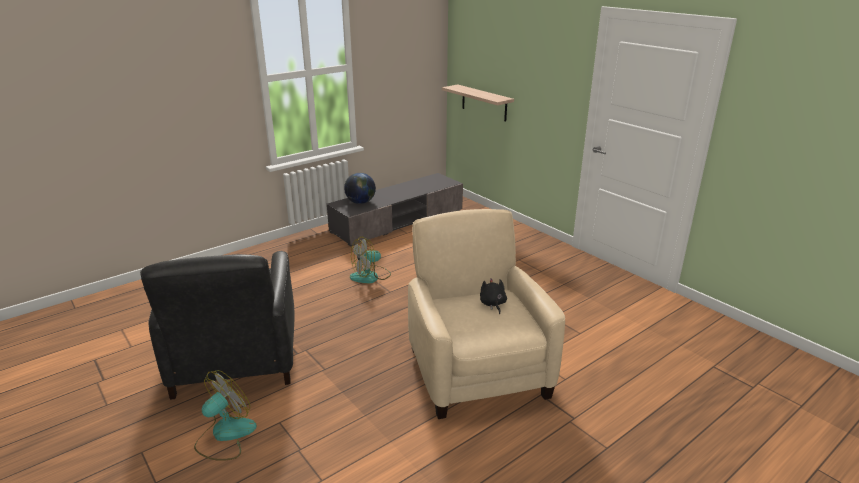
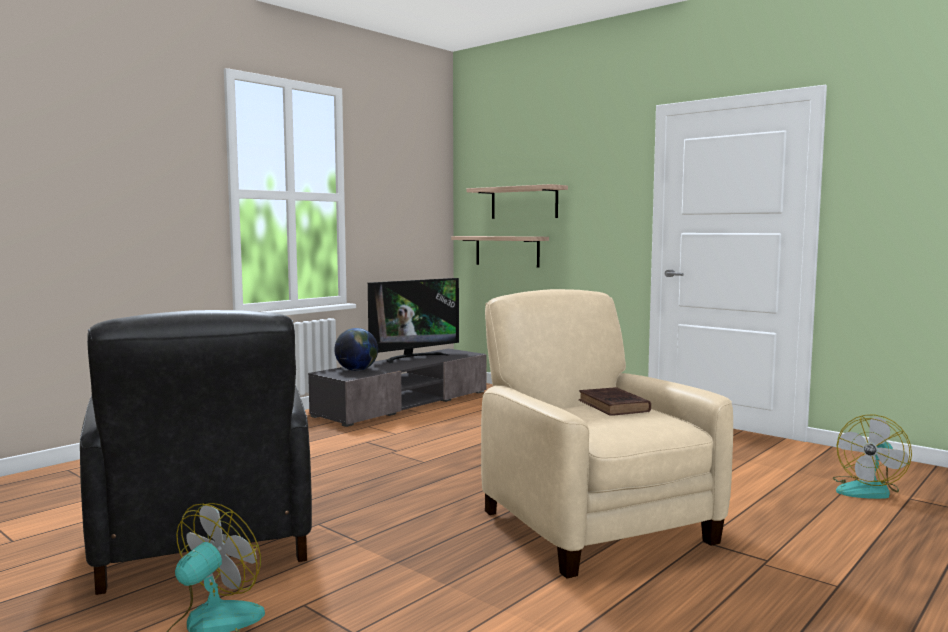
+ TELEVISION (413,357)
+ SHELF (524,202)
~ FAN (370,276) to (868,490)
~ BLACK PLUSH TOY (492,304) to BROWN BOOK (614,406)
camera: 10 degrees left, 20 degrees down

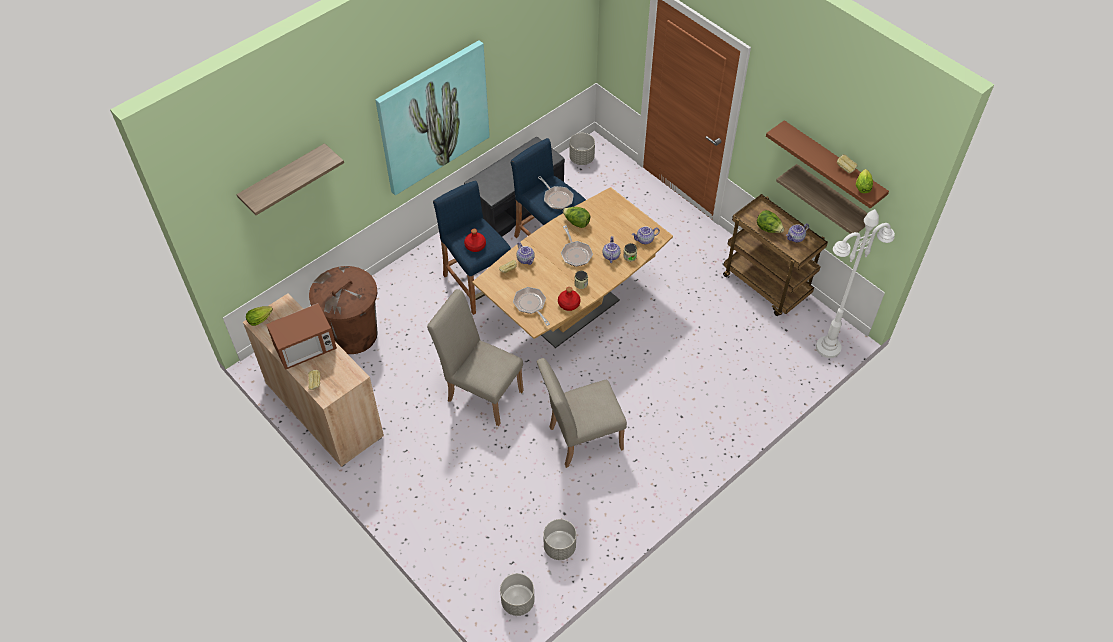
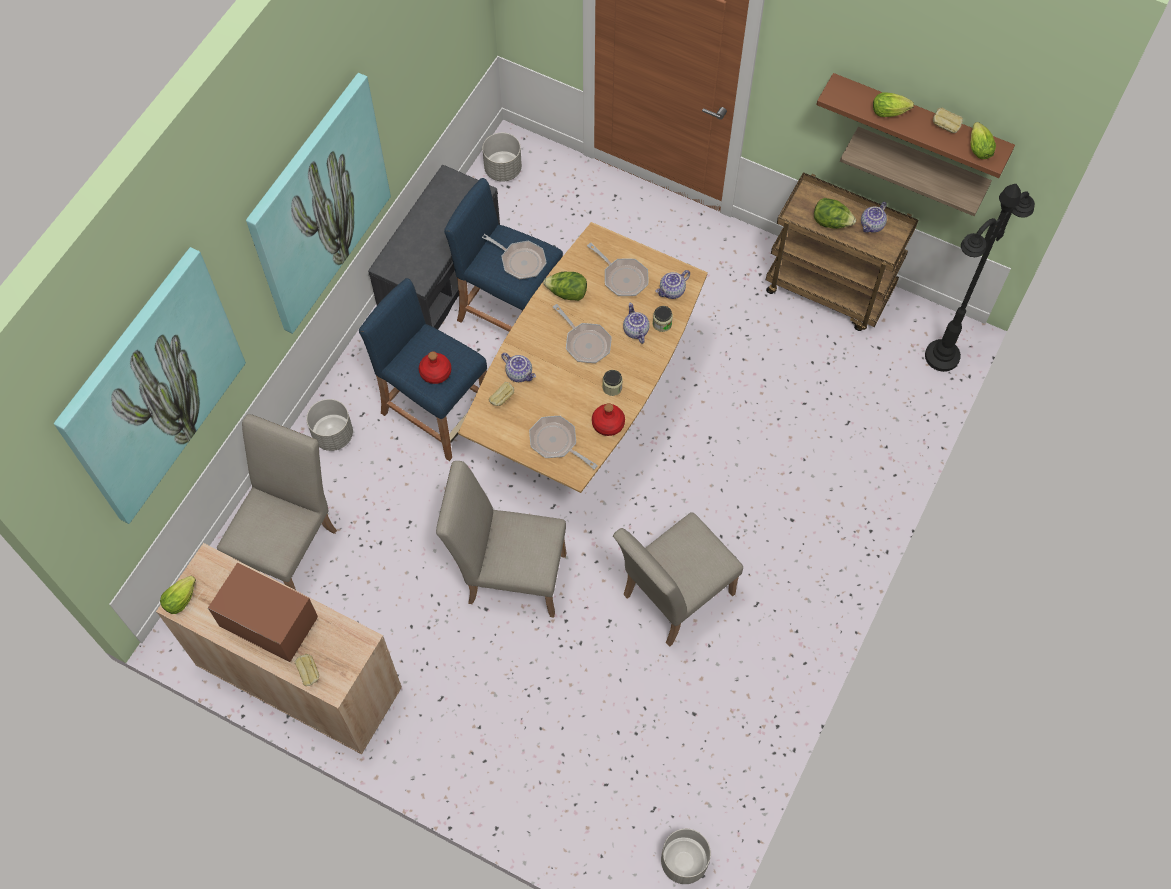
+ FRYING PAN (622,277)
+ LETTUCE (891,112)
~ GREY PLANTER (559,547) to (333,435)
~ SHELF (284,179) to PICTURE (151,387)
~ BROWN TRASH CAN (353,334) to BEIGE CHAIR (291,547)
~ WHITE FLOOR LAMP (828,348) to BLACK FLOOR LAMP (941,357)
~ MICROWAVE (305,349) = (270,623) 105 degrees counterclockwise
camera: 20 degrees left, 10 degrees up

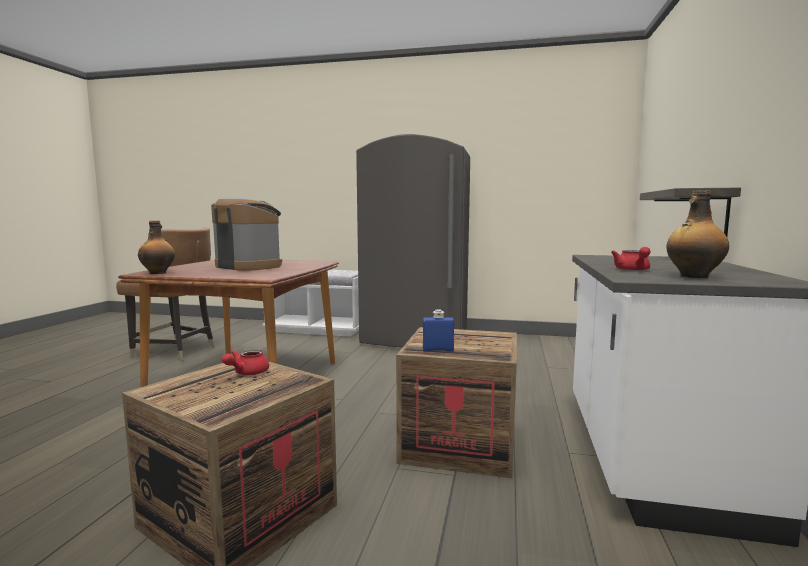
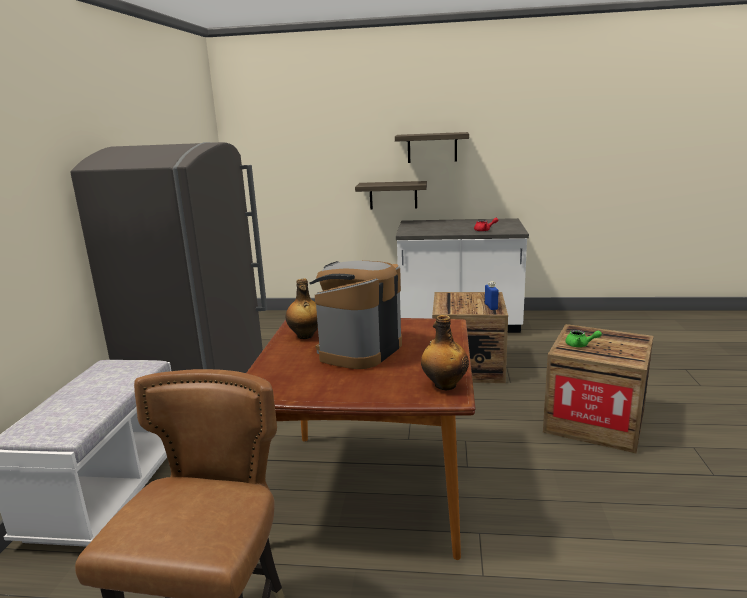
+ SHELF (432,147)
~ BOTTLE (693,276) to (305,336)
~ RED TEAPOT (247,373) to GREEN TEAPOT (580,345)
camera: 95 degrees left, 10 degrees up

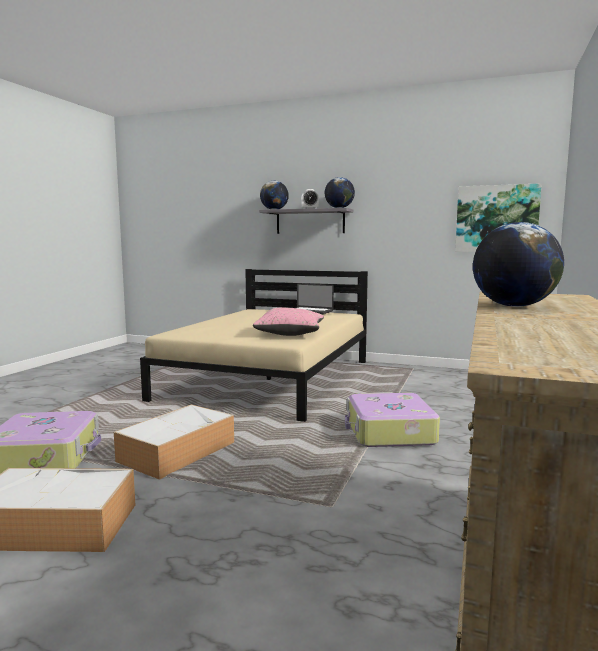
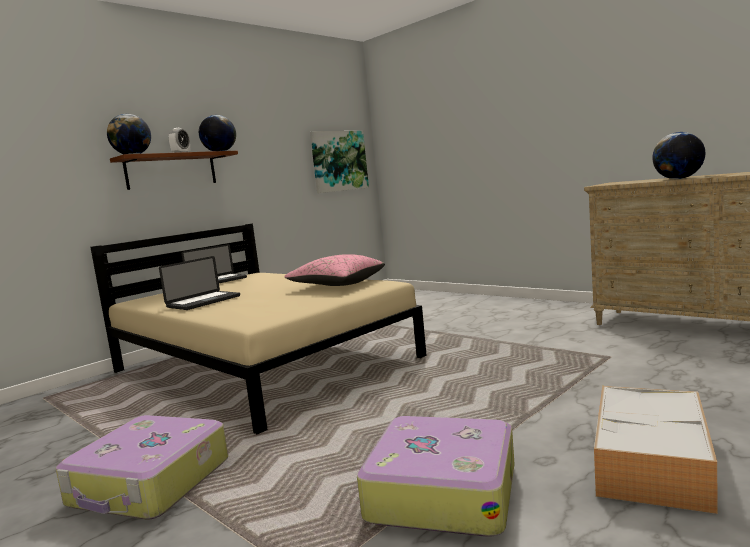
- STORAGE BOX (178,451)
+ LAPTOP (204,302)
~ SUITCASE (389,432) to (150,483)
~ GREY SHELF (310,221) to BROWN SHELF (171,171)
camera: 65 degrees left, 0 degrees up

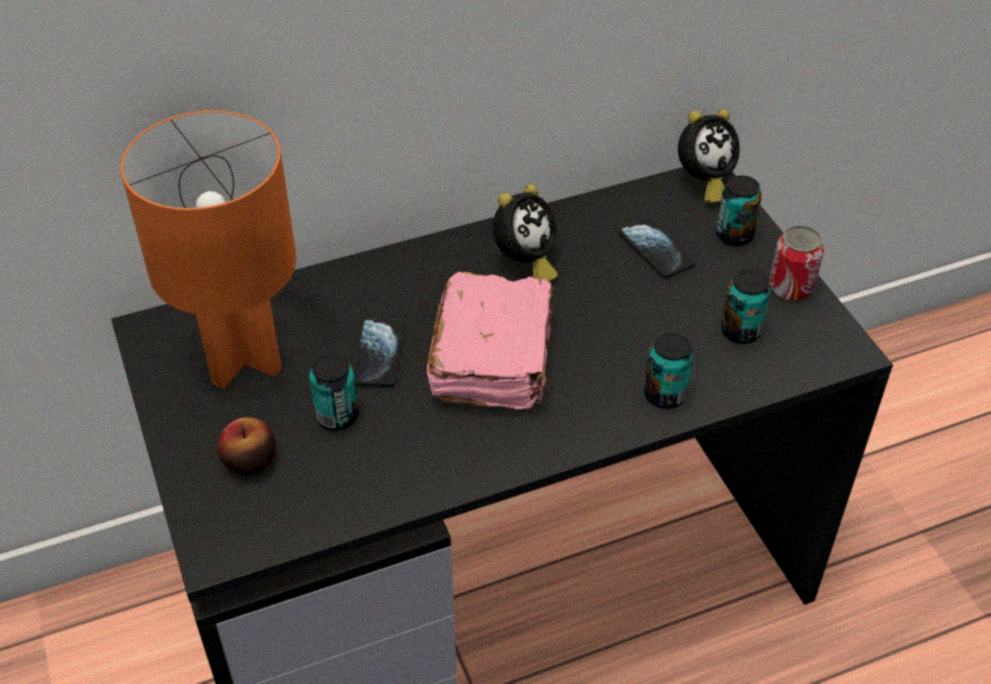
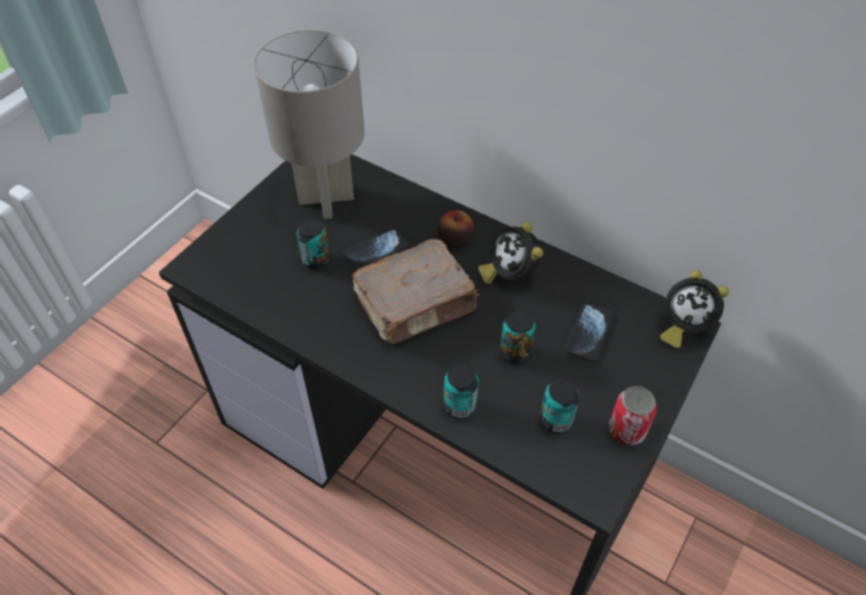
~ APPLE (249,461) to (454,237)
~ CAN (734,235) to (515,353)
~ ORANGE TABLE LAMP (243,359) to GREY TABLE LAMP (325,200)
~ PINK BOOK (494,359) to BROWN BOOK (417,304)
~ ALARM CLOCK (525,263) = (510,275) 60 degrees clockwise
camera: 55 degrees right, 5 degrees up

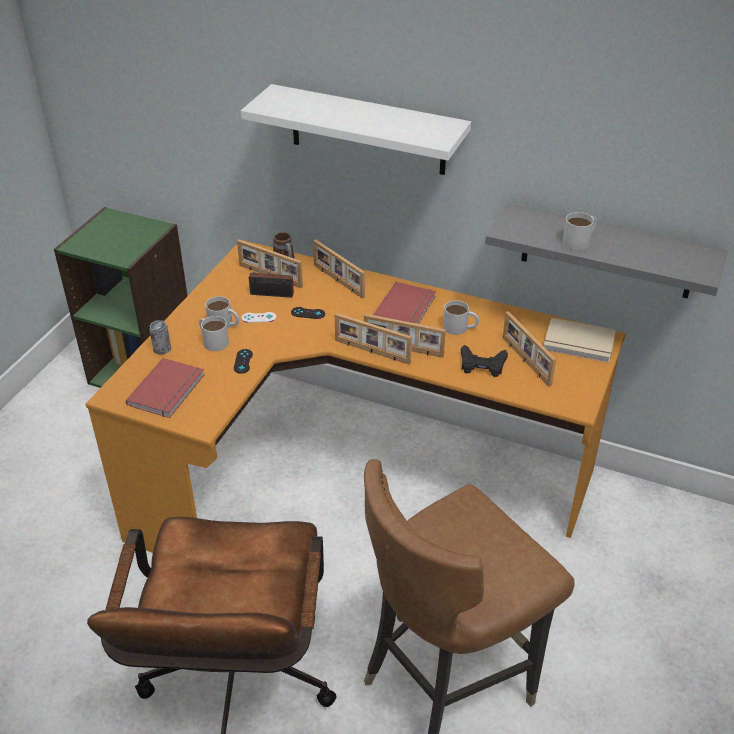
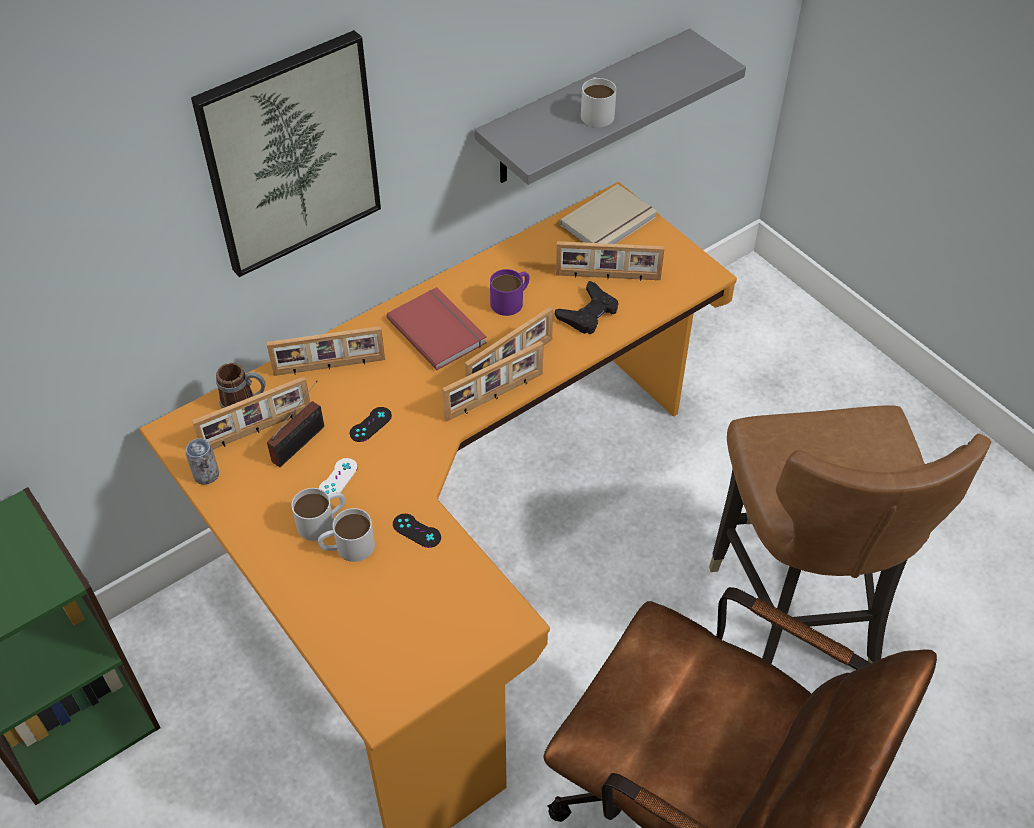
- RED BOOK (168,390)
~ CAN (162,349) to (206,475)
~ WHITE SHELF (368,130) to PICTURE (290,154)
~ WHITE MUG (460,328) to PURPLE MUG (511,300)
camera: 60 degrees left, 10 degrees up

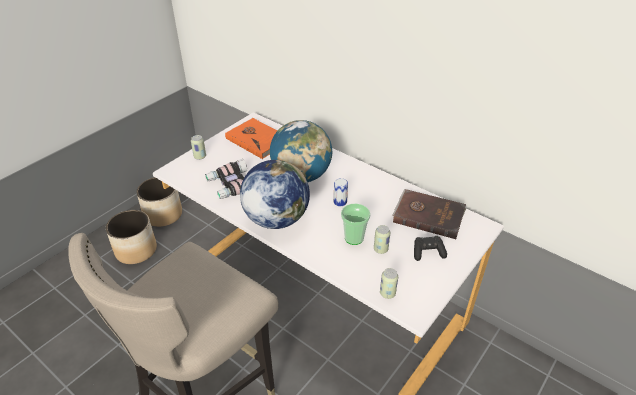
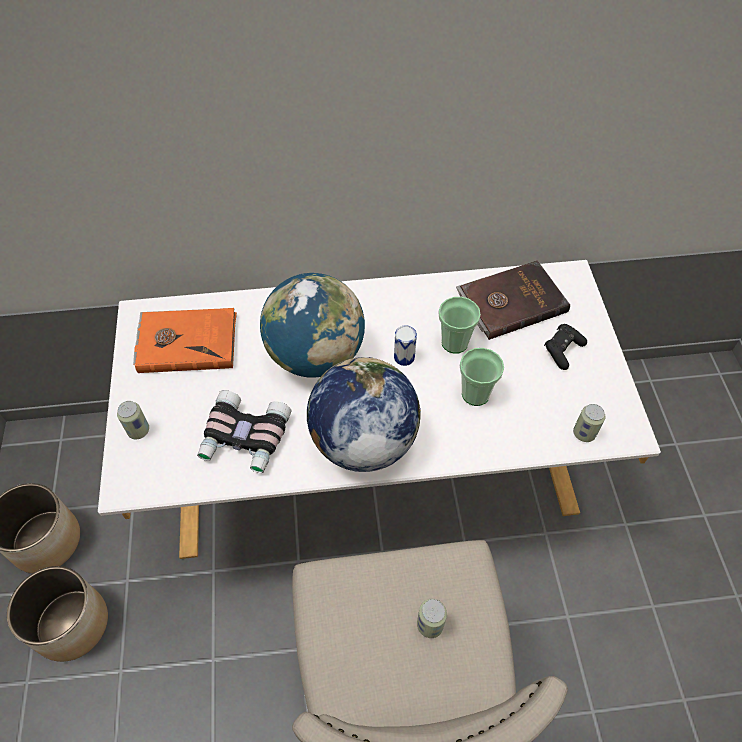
+ CUP (454,342)
~ CAN (380,249) to (429,625)
camera: 45 degrees left, 15 degrees up

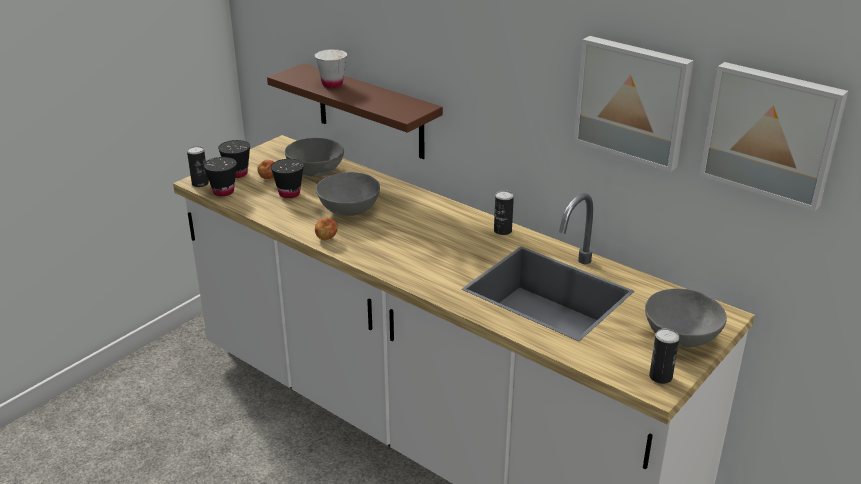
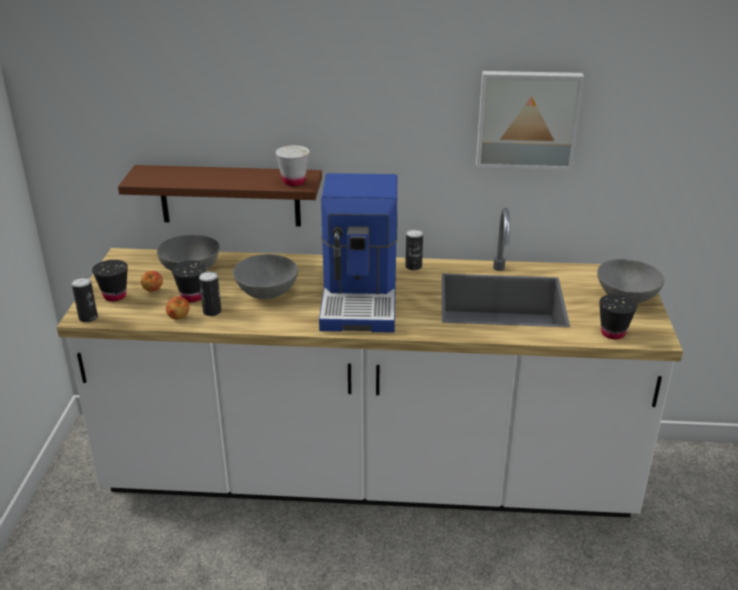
- PICTURE (772,133)
+ COFFEE MACHINE (361,297)
~ BLACK CUP (223,191) to (613,333)
~ WHITE CUP (332,84) to (293,182)
~ APPLE (326,238) to (179,317)
~ CAN (660,377) to (212,311)
camera: 35 degrees left, 0 degrees up

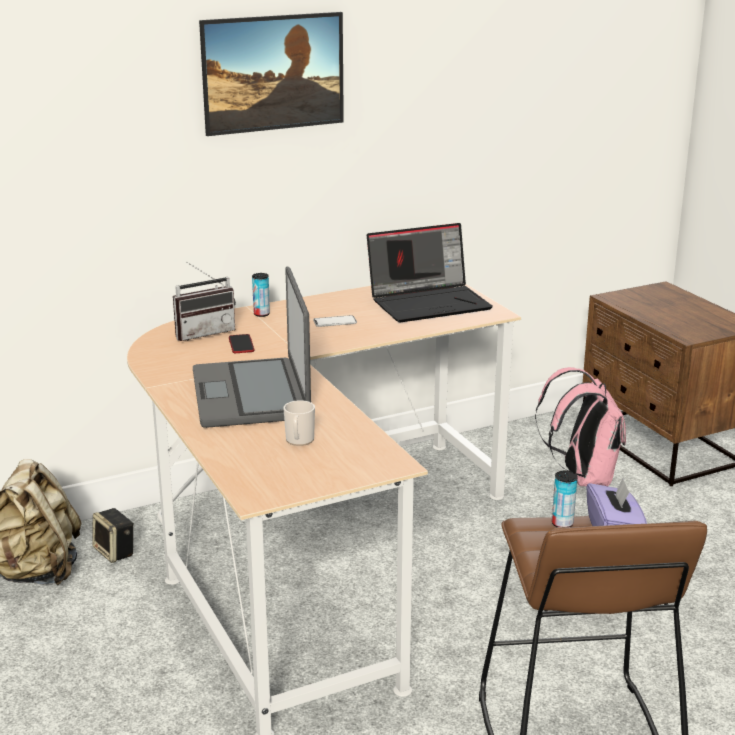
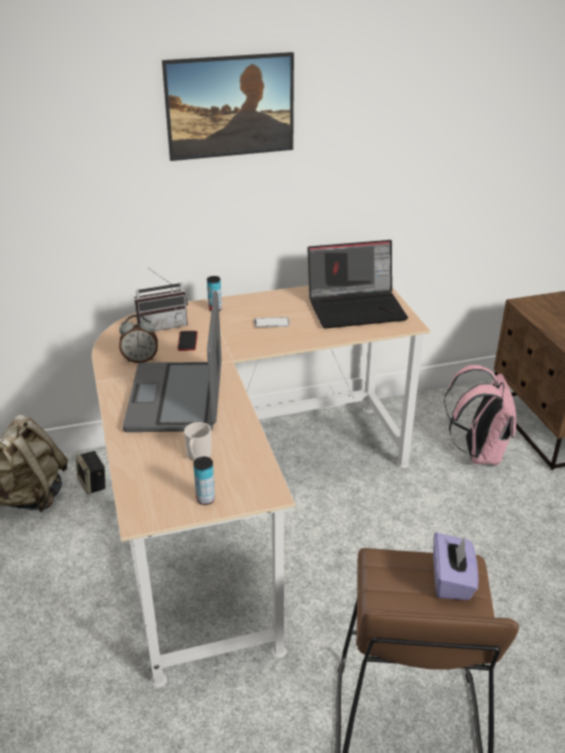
+ ALARM CLOCK (140,359)
~ CAN (562,524) to (205,499)
camera: 10 degrees right, 10 degrees up

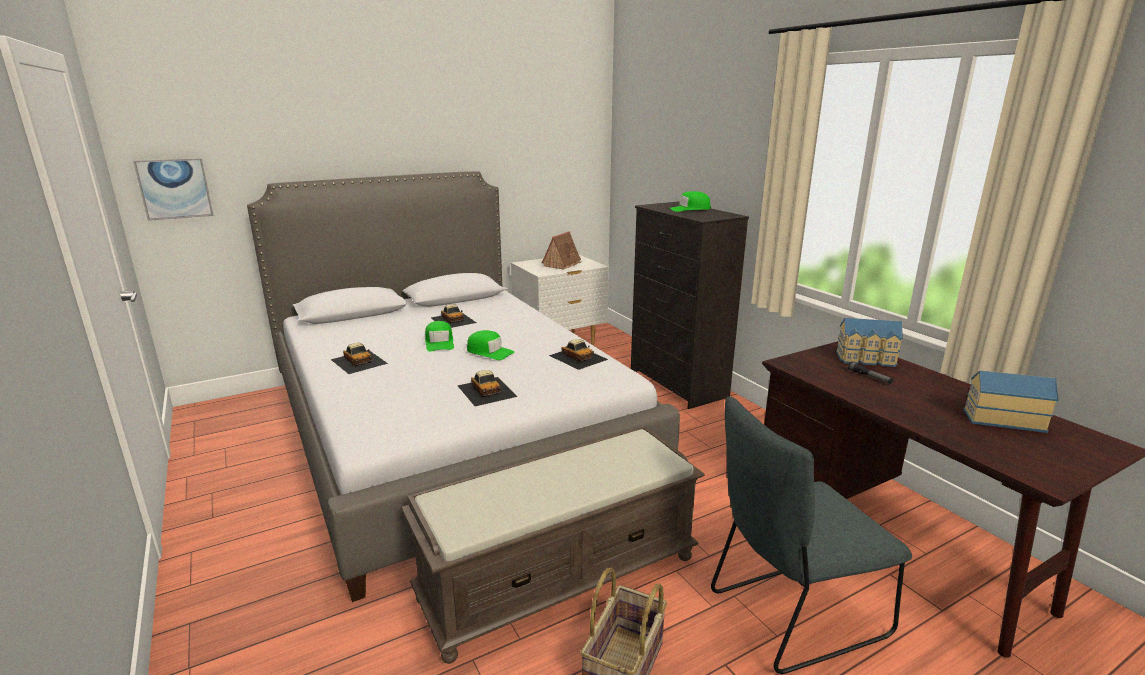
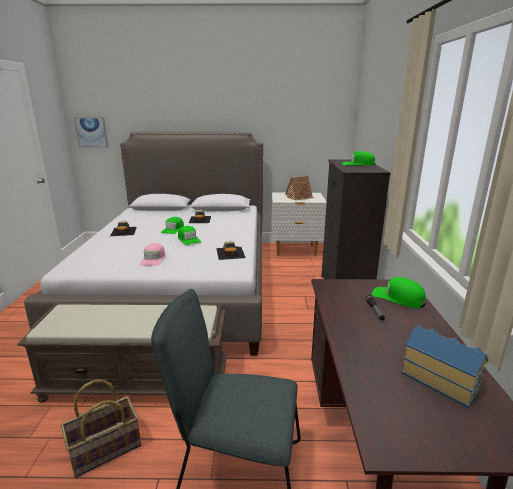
~ TOY CAR (487,390) to PINK CAP (153,259)
~ TOY HOUSE (867,359) to GREEN CAP (398,298)
camera: 30 degrees right, 0 degrees up

